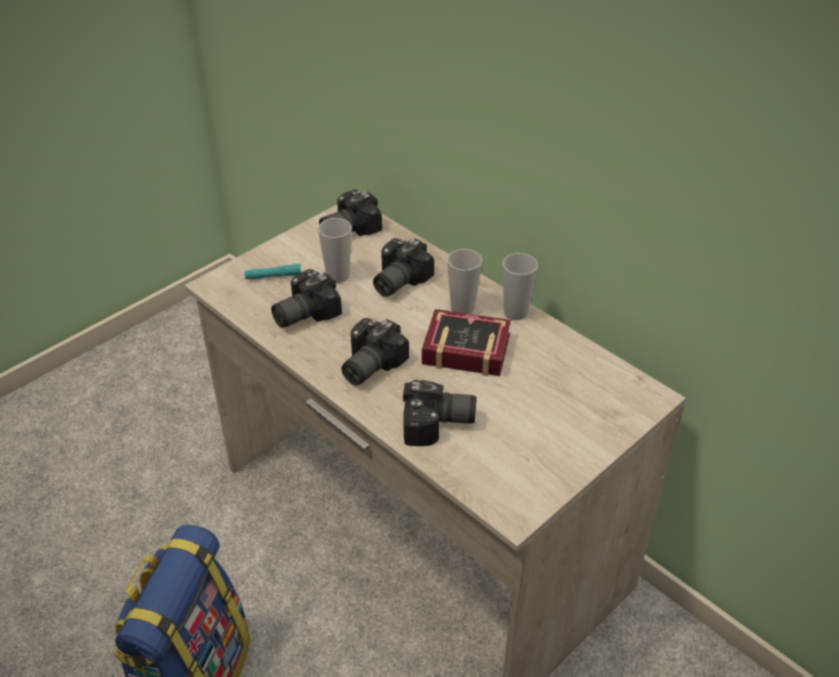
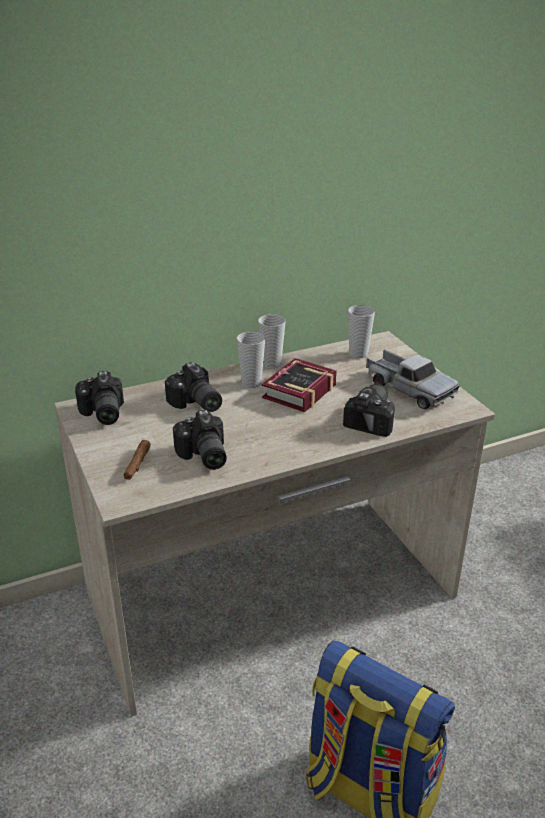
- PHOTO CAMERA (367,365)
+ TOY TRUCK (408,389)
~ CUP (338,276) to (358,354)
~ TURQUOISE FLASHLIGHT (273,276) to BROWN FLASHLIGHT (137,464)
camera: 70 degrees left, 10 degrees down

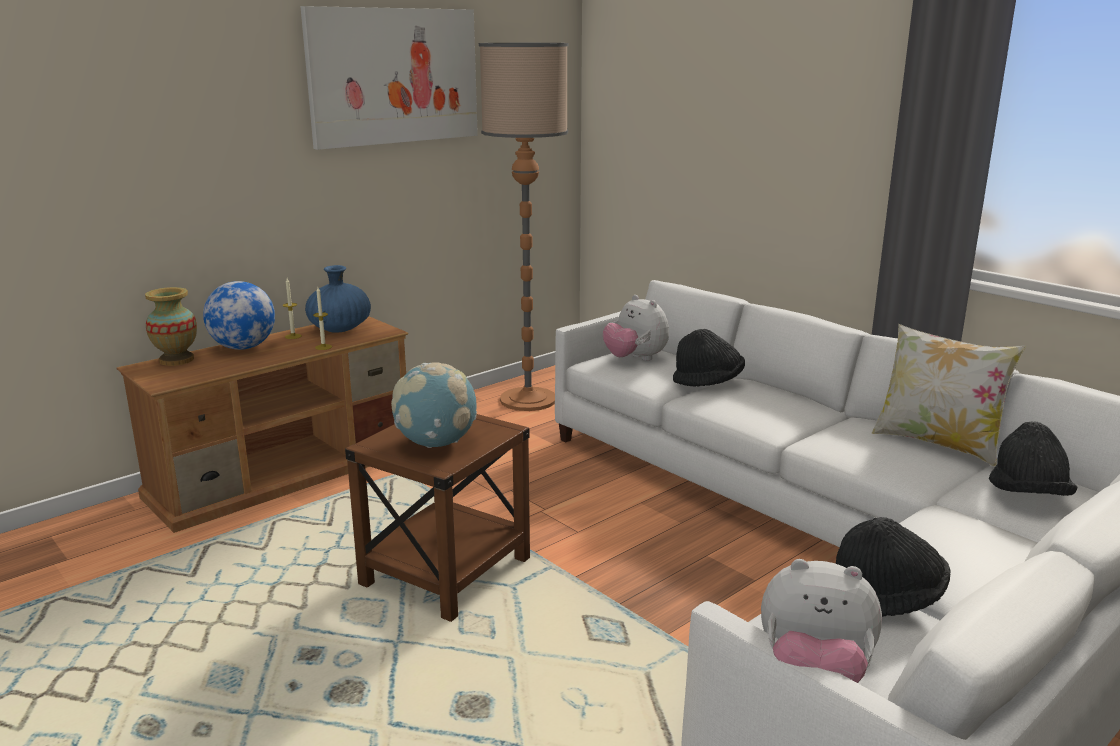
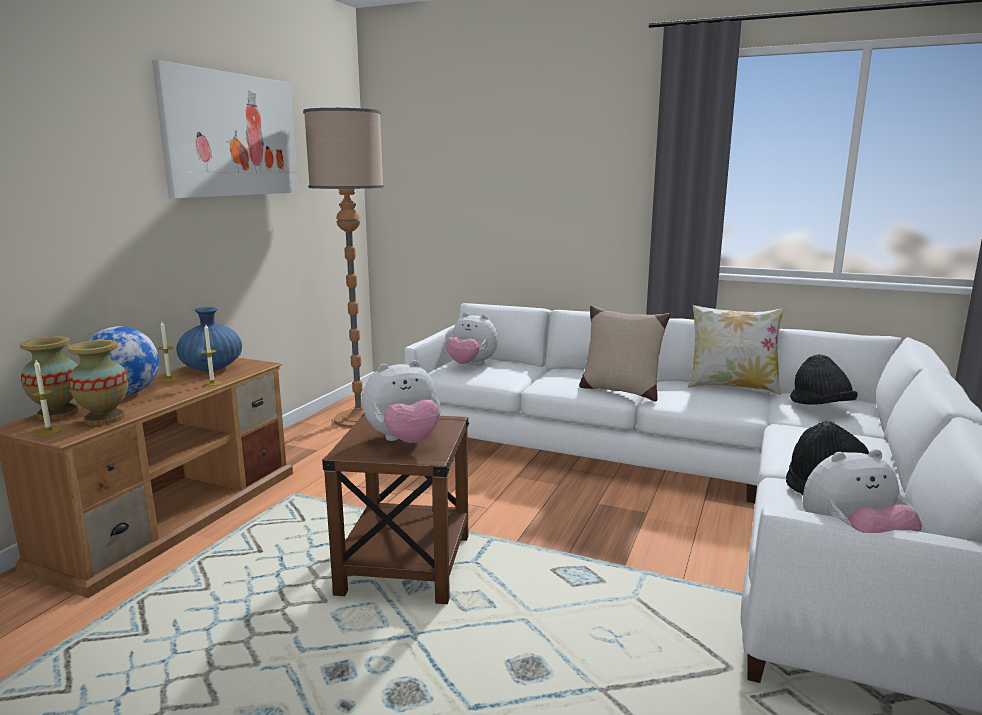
- BLACK HAT (708,382)
+ CANDLE (49,431)
+ VASE (105,419)
+ BEIGE PILLOW (619,391)
~ GLOBE (436,443) to PLUSH TOY (404,441)
camera: 25 degrees left, 5 degrees down

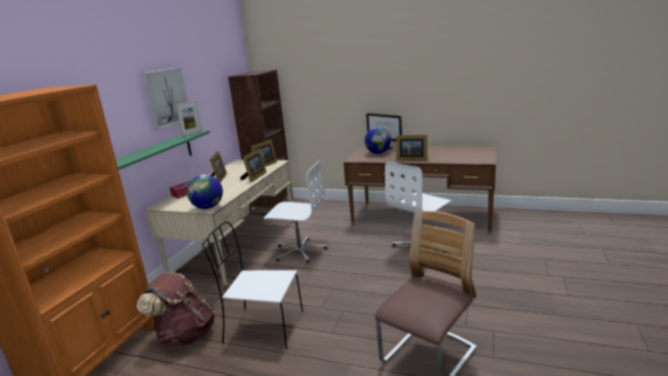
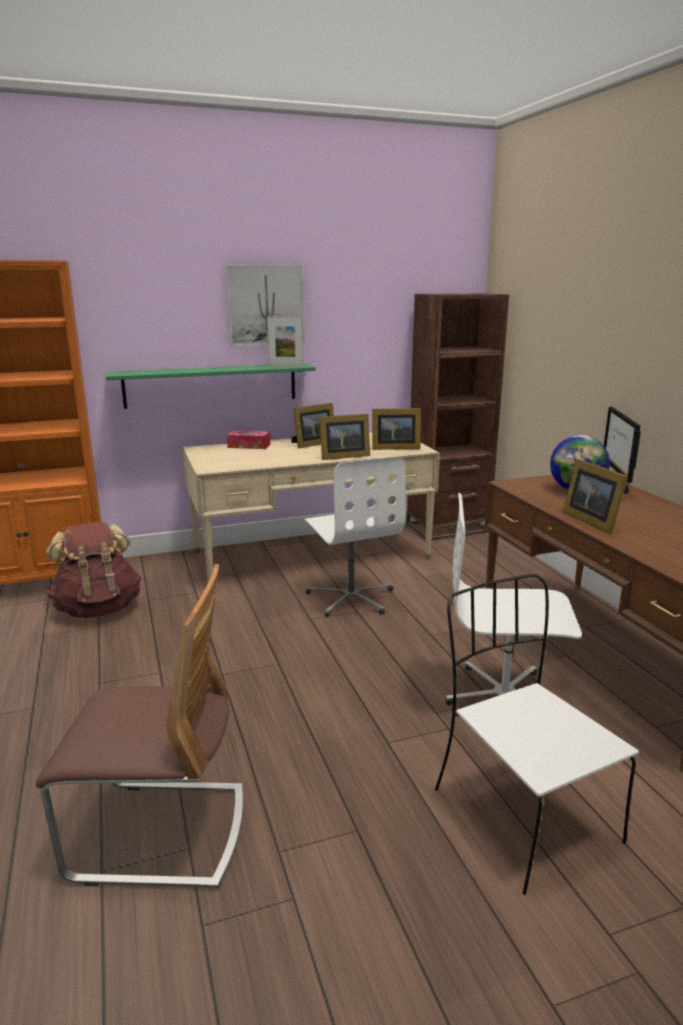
- GLOBE (208,207)
~ WHITE CHAIR (262,327) to (521,813)
camera: 50 degrees right, 0 degrees up

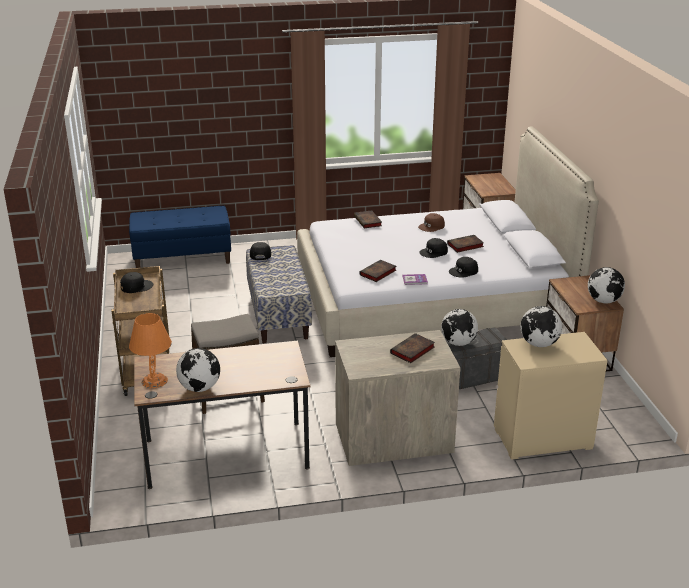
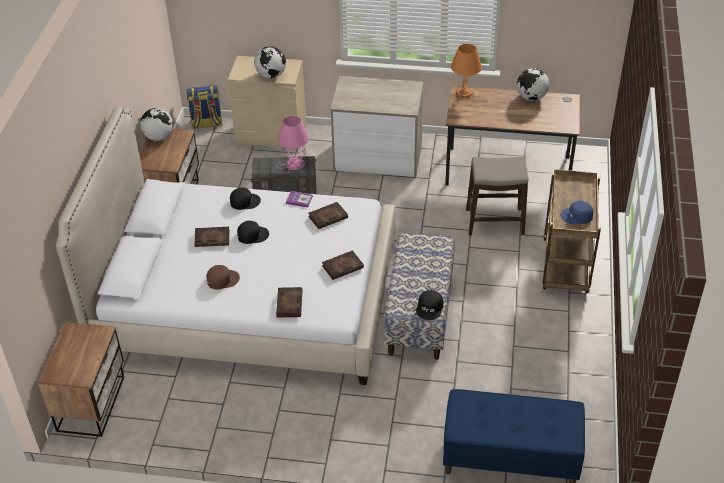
+ BACKPACK (206,124)
~ ORANGE TABLE LAMP (154,380) to (464,93)
~ BOOK (412,351) to (343,266)
~ GLOBE (458,343) to PINK TABLE LAMP (295,163)
~ BLACK CAP (136,286) to BLUE CAP (577,216)
camera: 160 degrees left, 15 degrees up

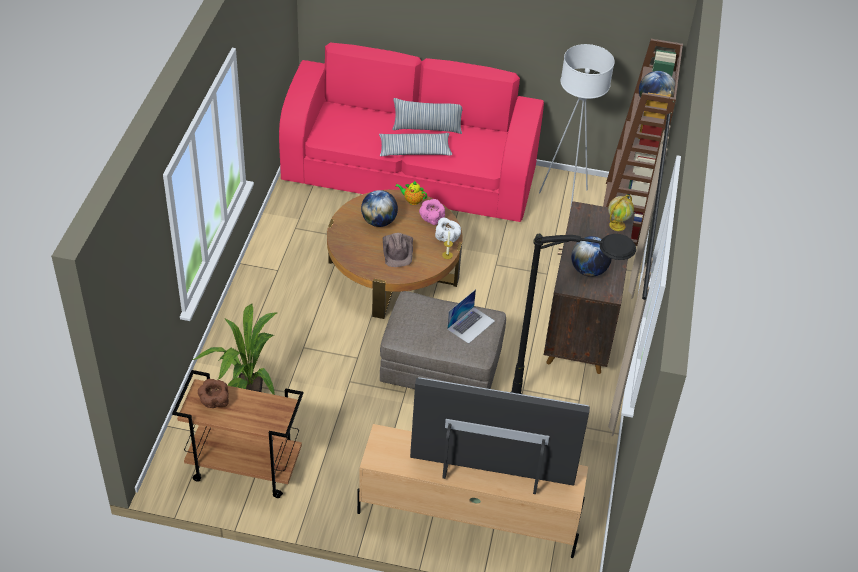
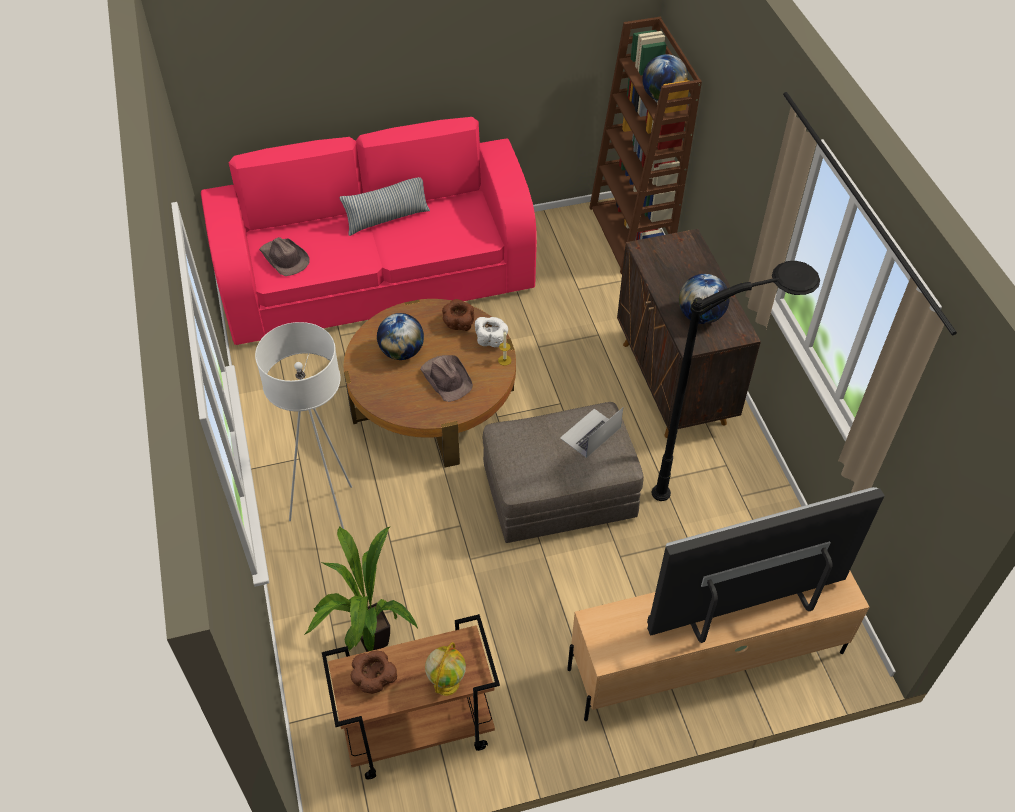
- PILLOW (414,151)
- TEAPOT (412,200)
+ BROWN HAT (284,258)
~ WHITE FLOOR LAMP (566,200) to (330,516)
~ GLOBE (617,225) to (446,682)
~ PINK BOWL (431,219) to BROWN BOWL (458,324)
~ LAPTOP (471,324) = (590,433) 150 degrees counterclockwise
camera: 25 degrees left, 5 degrees up

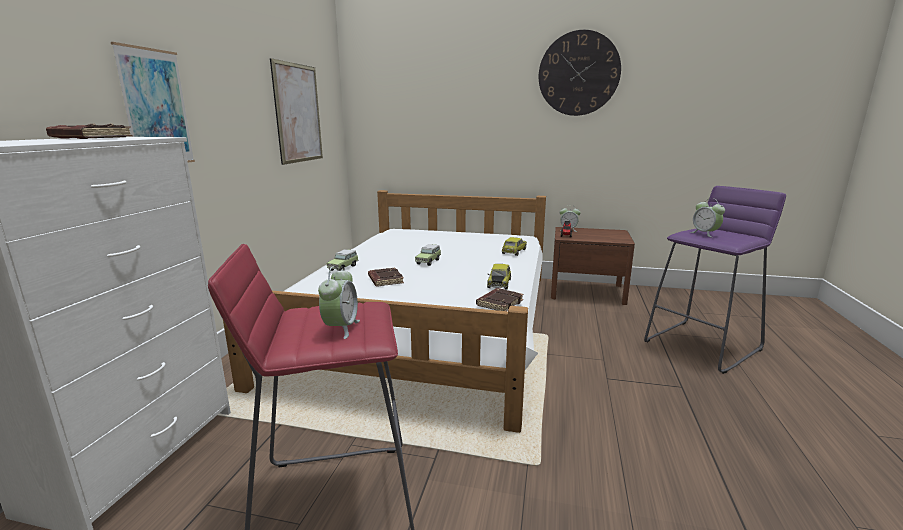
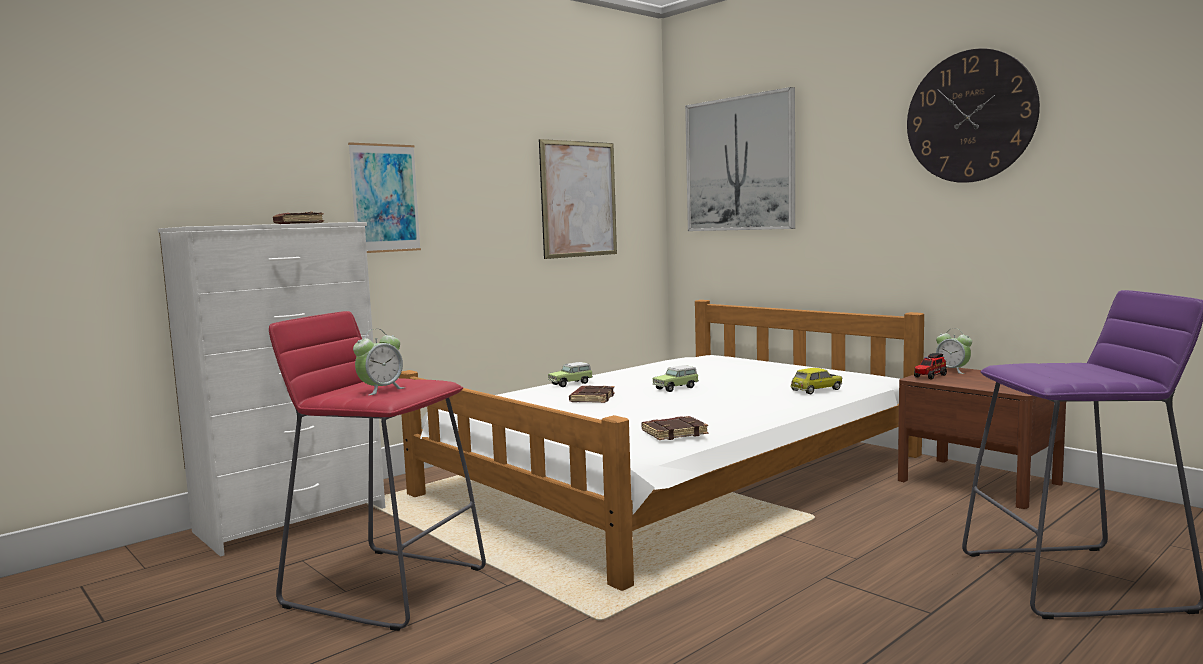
- TOY CAR (498,283)
- ALARM CLOCK (705,234)
+ PICTURE (739,164)
camera: 35 degrees right, 10 degrees down

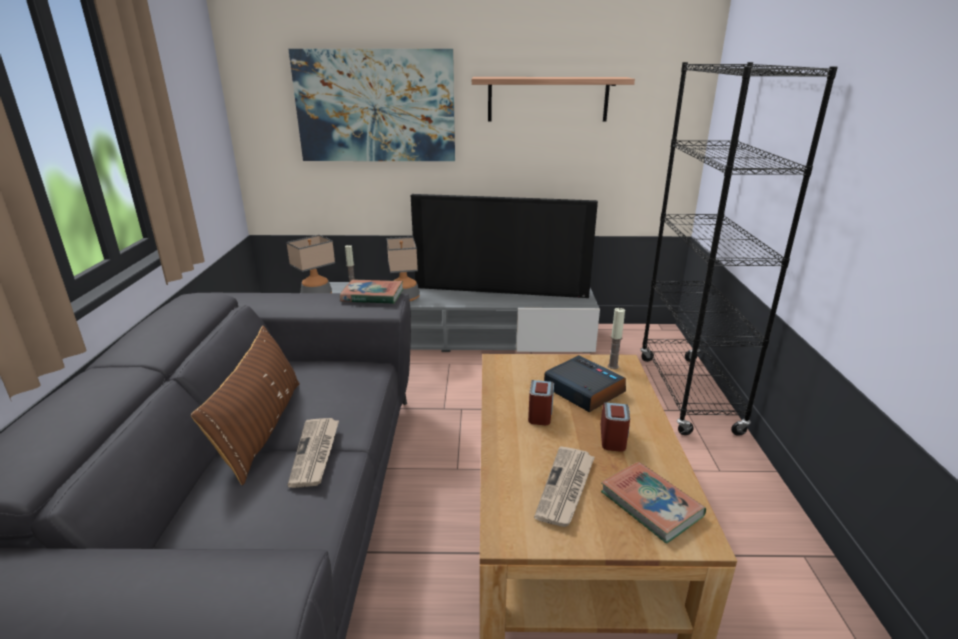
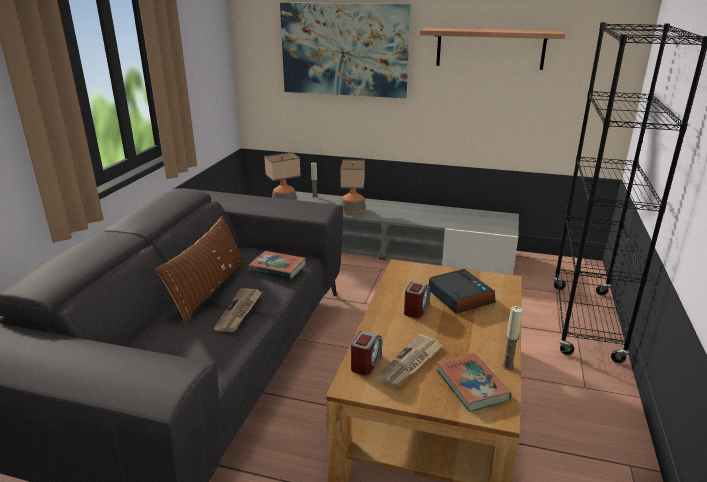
- TELEVISION (502,289)
~ BOOK (372,296) to (277,268)
~ ALARM CLOCK (613,438) to (366,363)
~ CANDLE (613,366) to (508,366)
camera: 15 degrees right, 0 degrees up

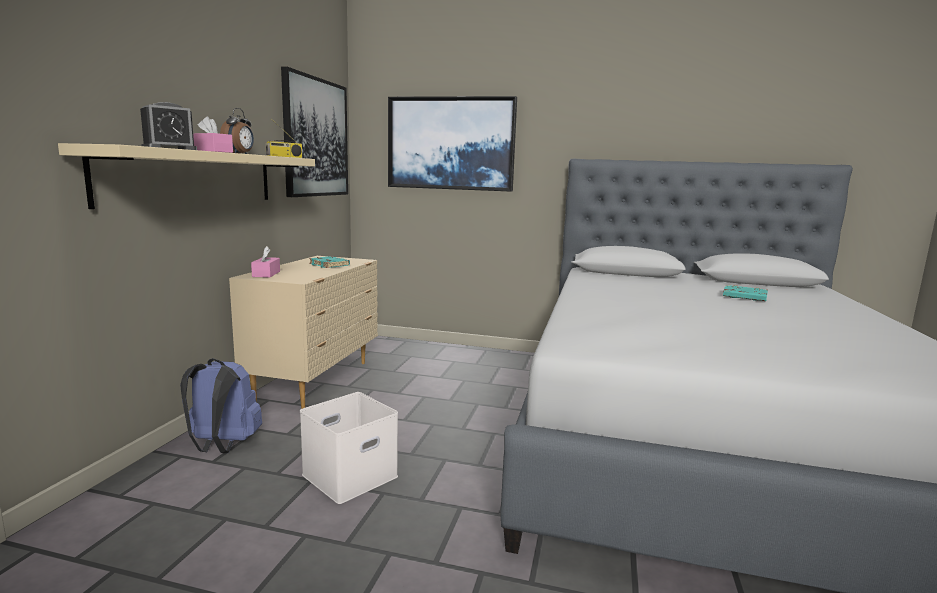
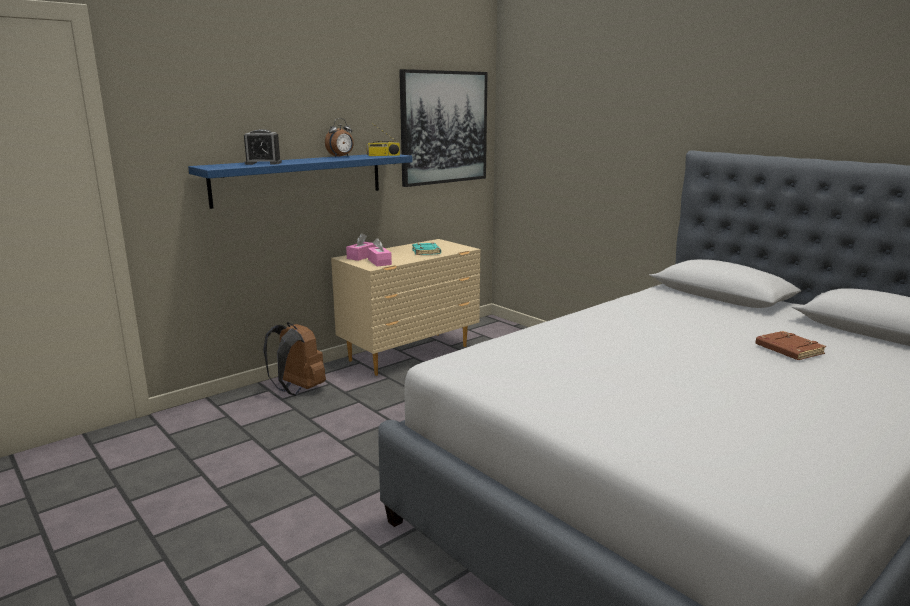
- WHITE STORAGE BOX (349,477)
- PICTURE (451,144)
~ PINK TISSUE BOX (211,152) to (379,262)
~ BEIGE SHELF (194,178) to BLUE SHELF (299,178)
~ BLUE BACKPACK (222,446) to BROWN BACKPACK (297,389)
~ TURQUOISE BOOK (744,297) to BROWN BOOK (787,350)
camera: 35 degrees right, 5 degrees up

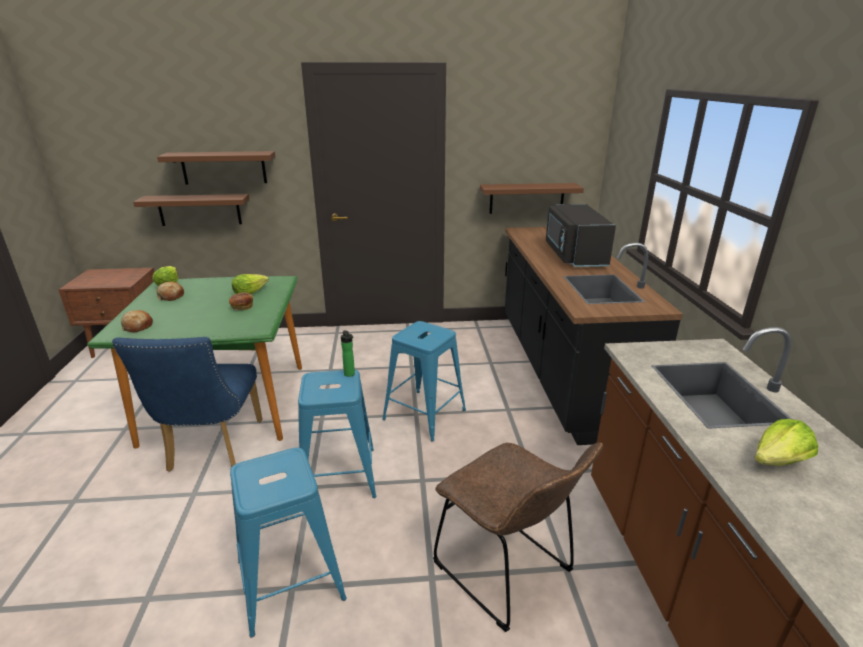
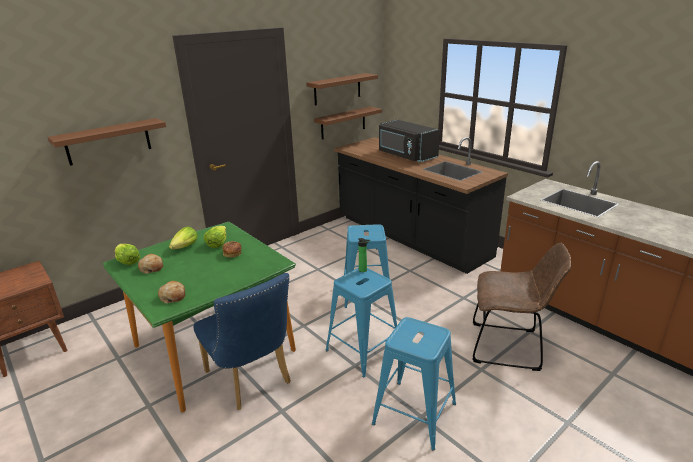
~ BROWN SHELF (199,210) to (337,89)
~ LETTUCE (778,461) to (185,247)
camera: 35 degrees left, 0 degrees up

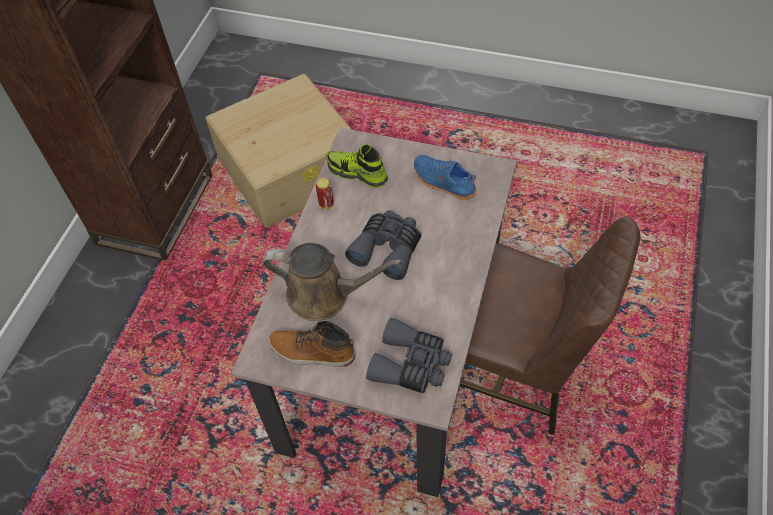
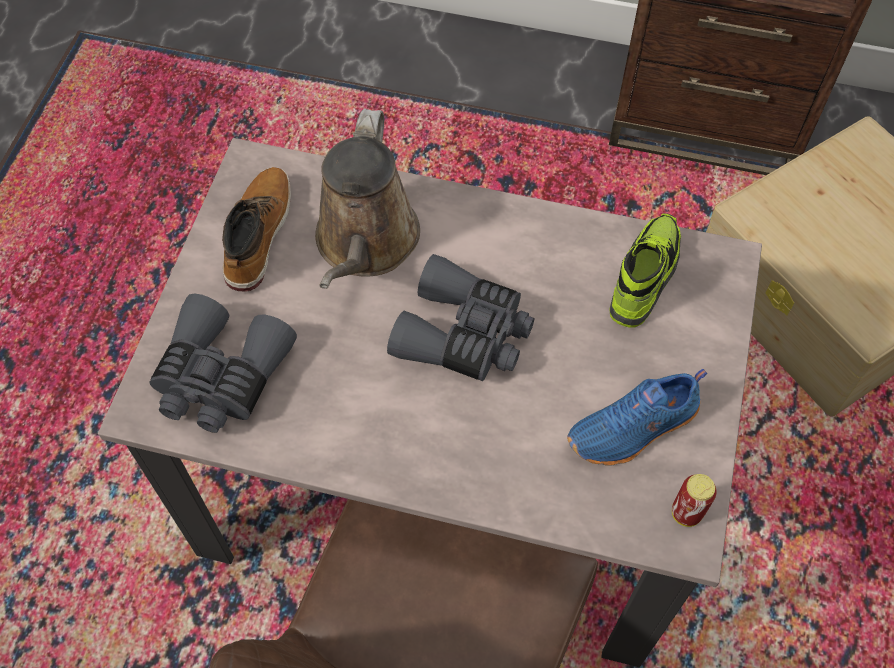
~ CAN (326,204) to (686,513)
~ BLUE SHOE (443,183) = (634,429) 150 degrees counterclockwise
camera: 85 degrees right, 5 degrees up

